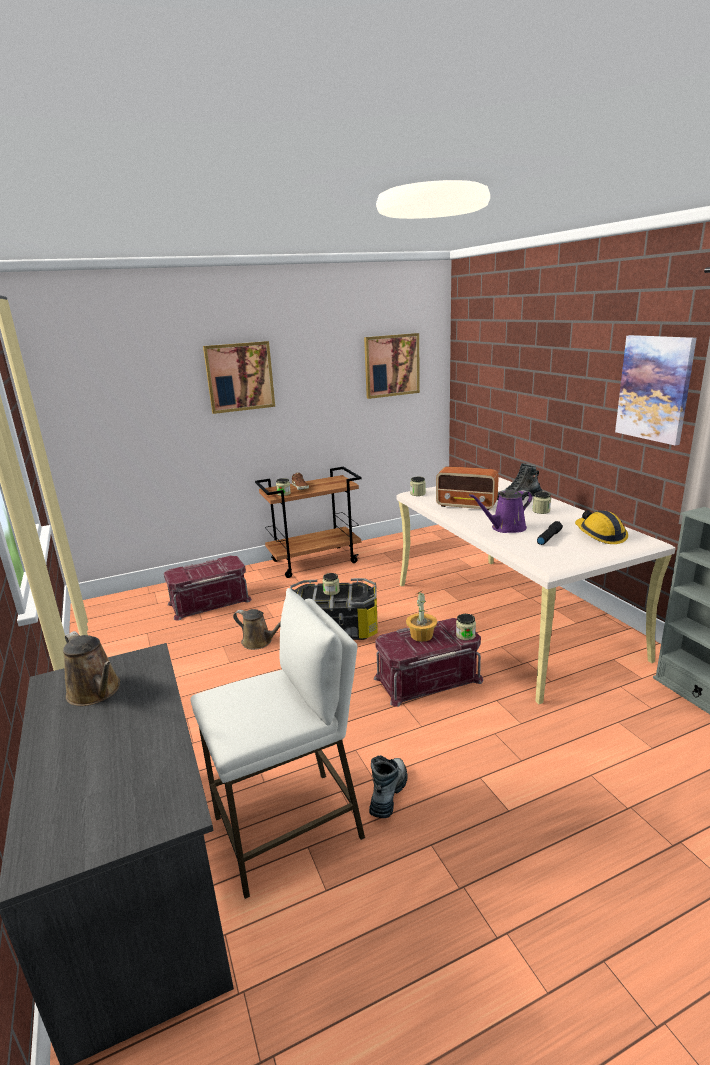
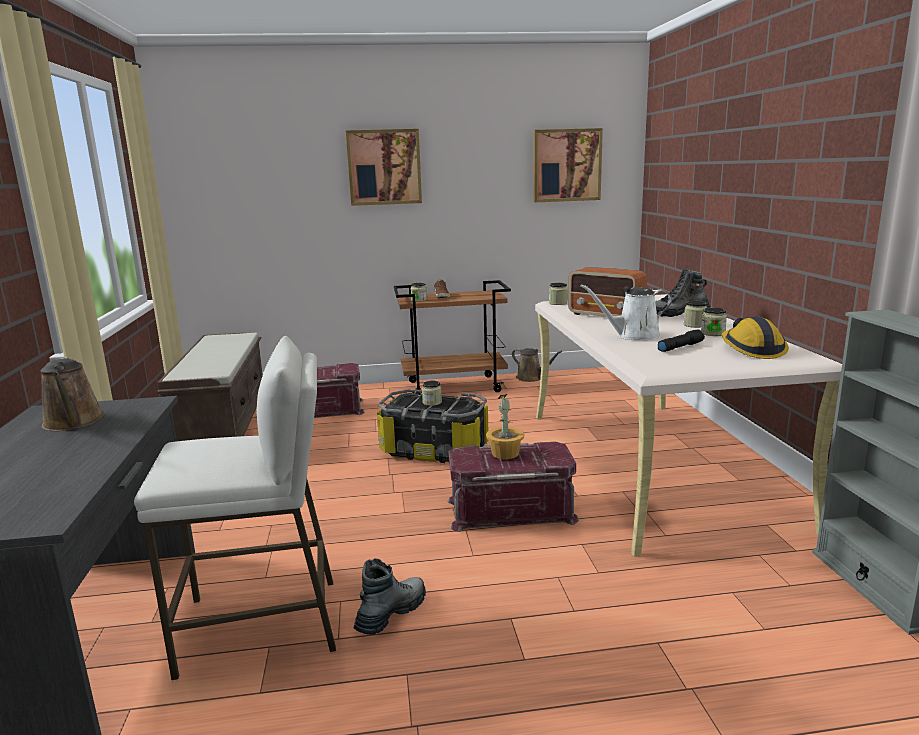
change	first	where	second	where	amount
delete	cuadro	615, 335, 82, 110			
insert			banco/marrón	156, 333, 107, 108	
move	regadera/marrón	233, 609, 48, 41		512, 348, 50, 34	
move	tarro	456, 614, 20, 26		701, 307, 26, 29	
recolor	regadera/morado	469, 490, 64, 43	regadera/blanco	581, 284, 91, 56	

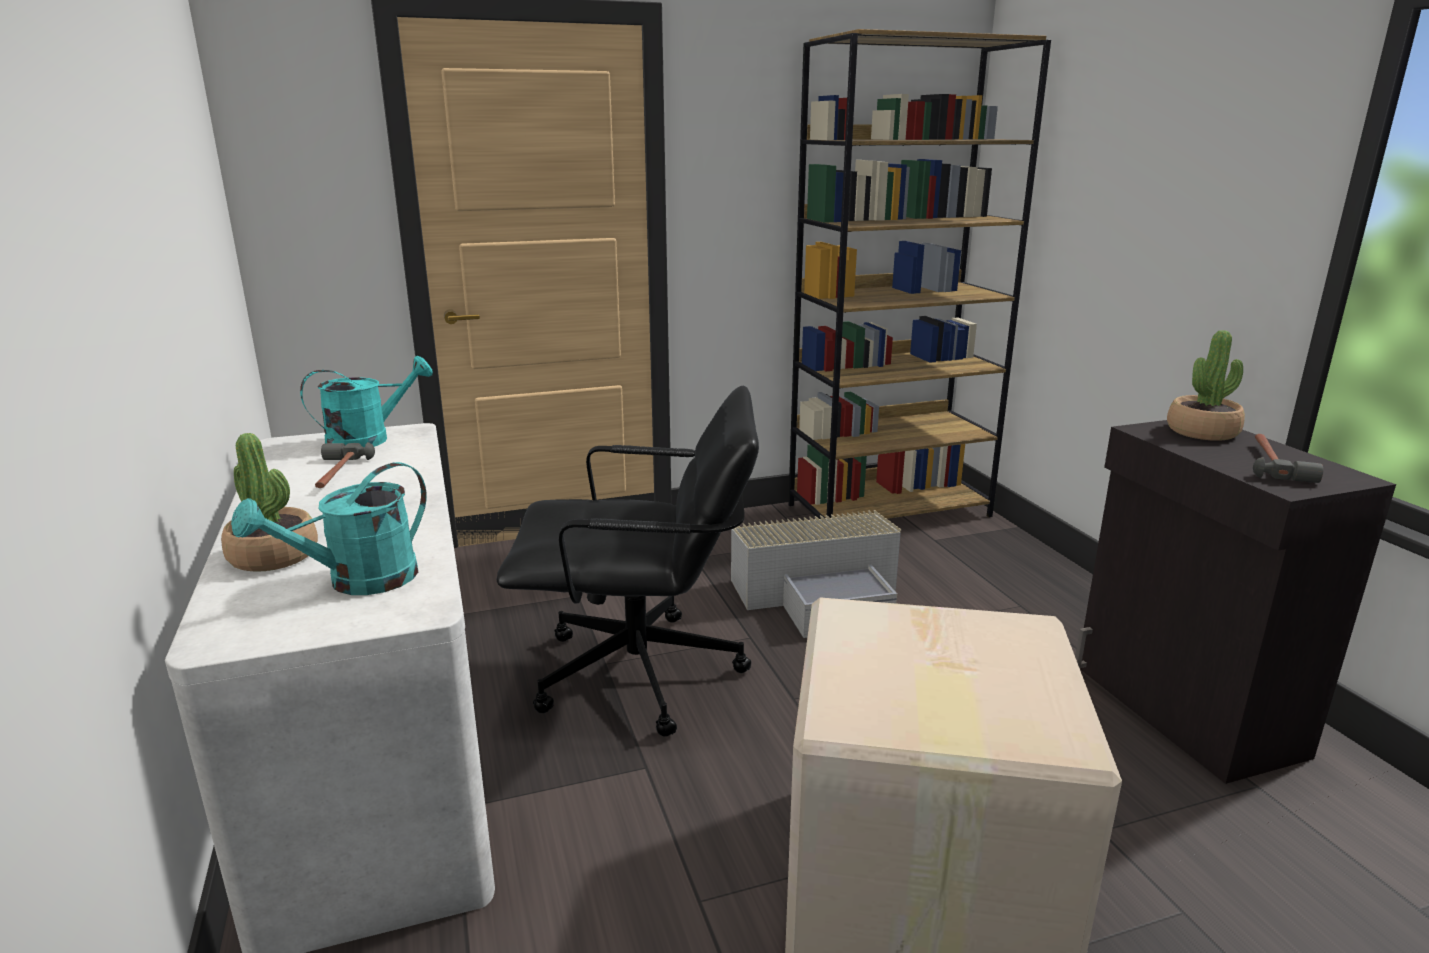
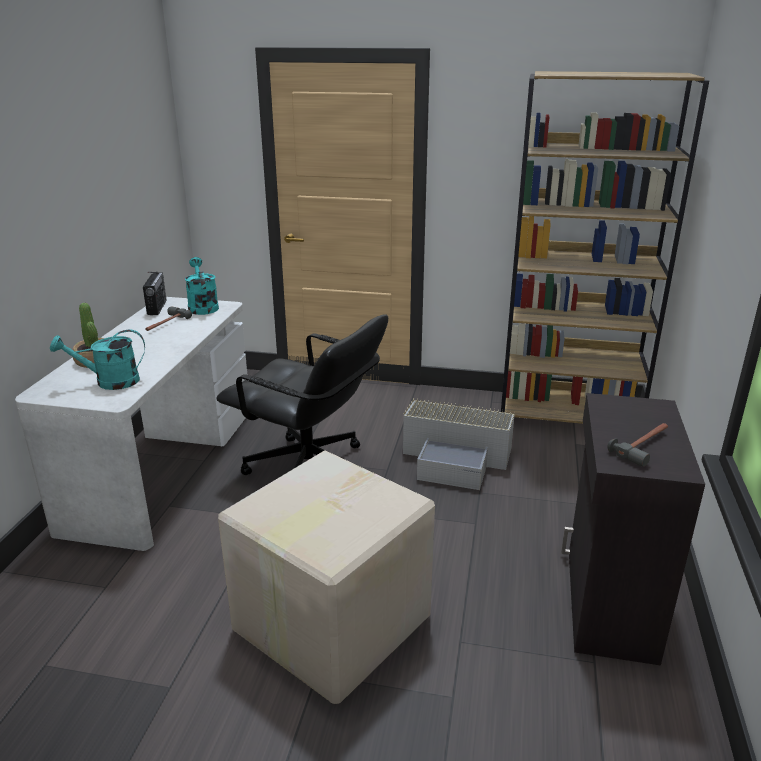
change	first	where	second	where	amount
delete	planta en maceta	1167, 330, 78, 111			
insert			radio	143, 272, 24, 43	
rotate	regadera/turquesa	300, 356, 133, 91		185, 257, 34, 58	105 degrees counterclockwise

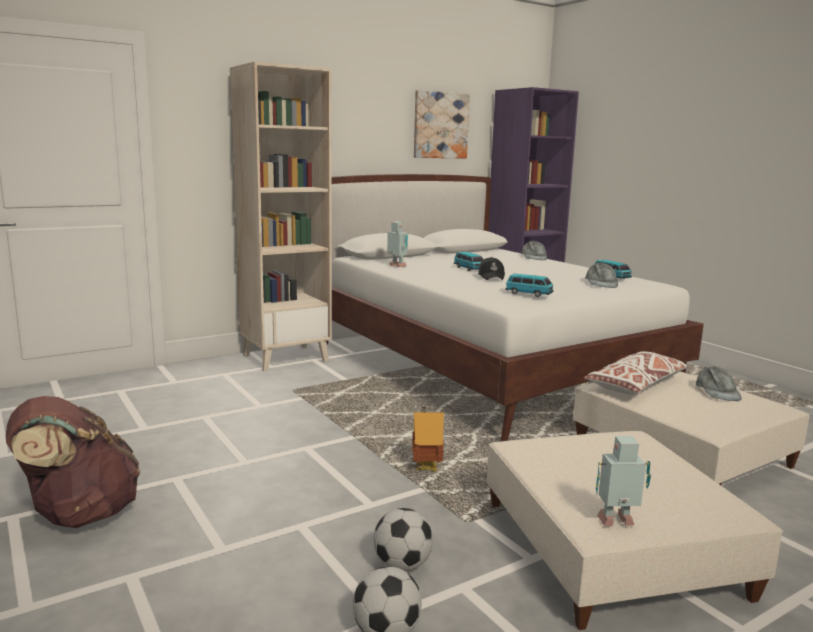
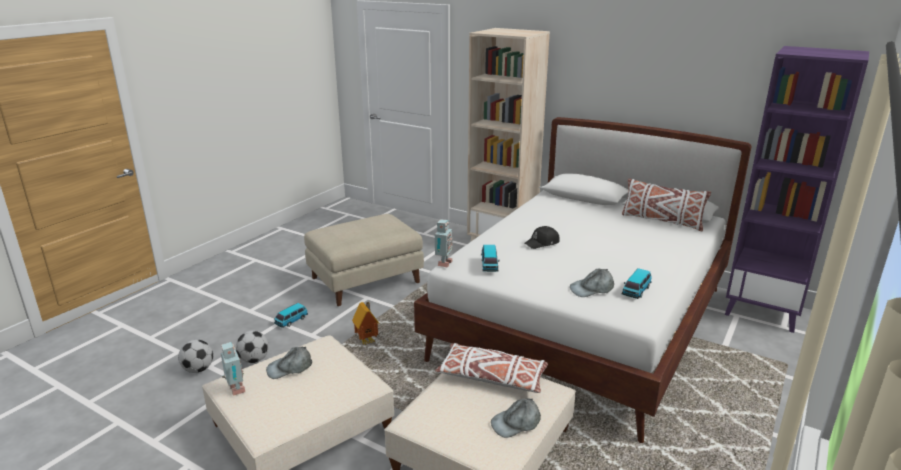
change	first	where	second	where	amount
delete	mochila/marrón	6, 396, 135, 132			
delete	cuadro	414, 90, 56, 69			
insert			puf/beis	304, 214, 120, 92	
insert			cojín/blanco	622, 179, 89, 52	
move	robot de juguete	387, 221, 21, 46		435, 219, 18, 48	
move	coche de juguete	454, 252, 30, 19		274, 303, 34, 25	
move	gorra/gris	521, 241, 26, 19		266, 347, 46, 32	

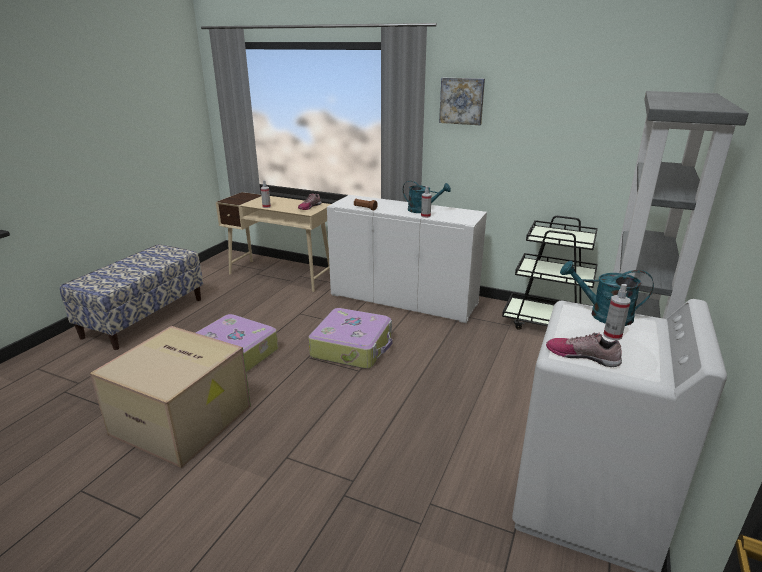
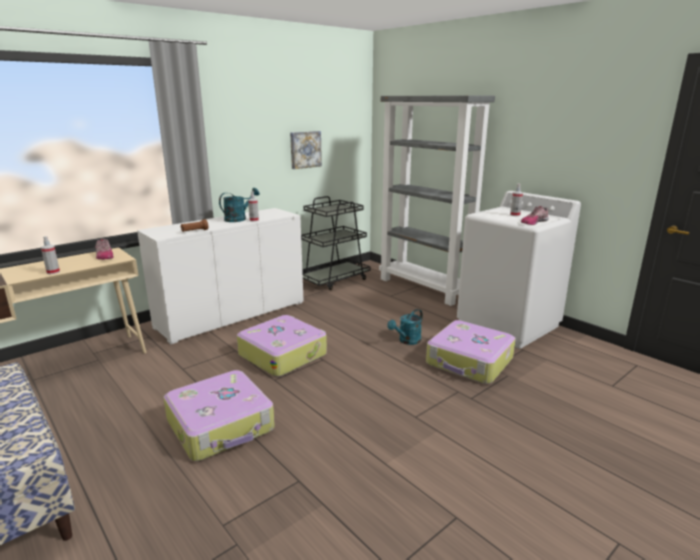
change	first	where	second	where	amount
delete	caja de cartón	90, 326, 161, 142			
insert			maleta	426, 320, 90, 64	
move	cuadro	439, 78, 46, 47		290, 131, 32, 38	
move	regadera/turquesa	560, 261, 94, 65		387, 309, 36, 36	

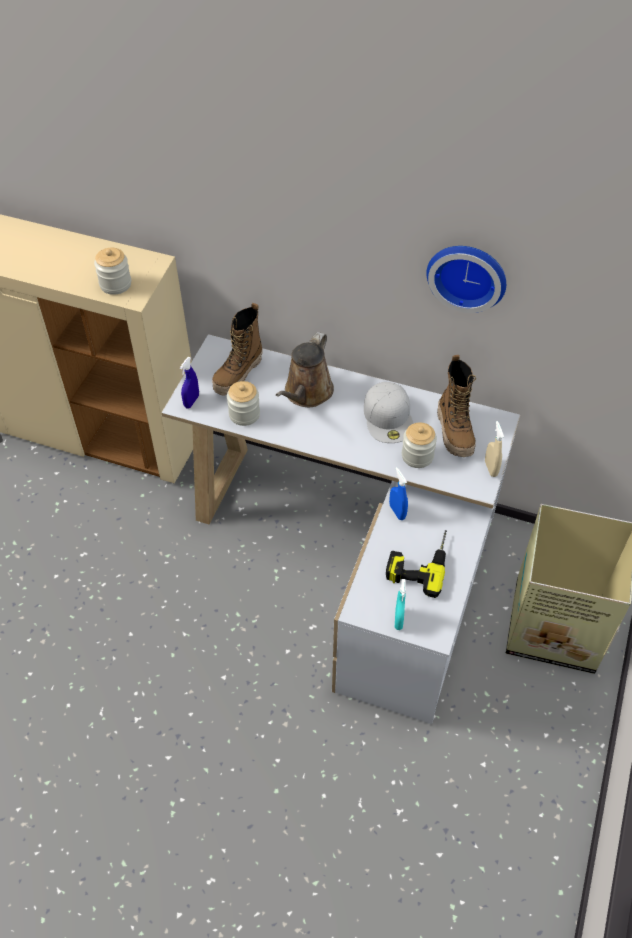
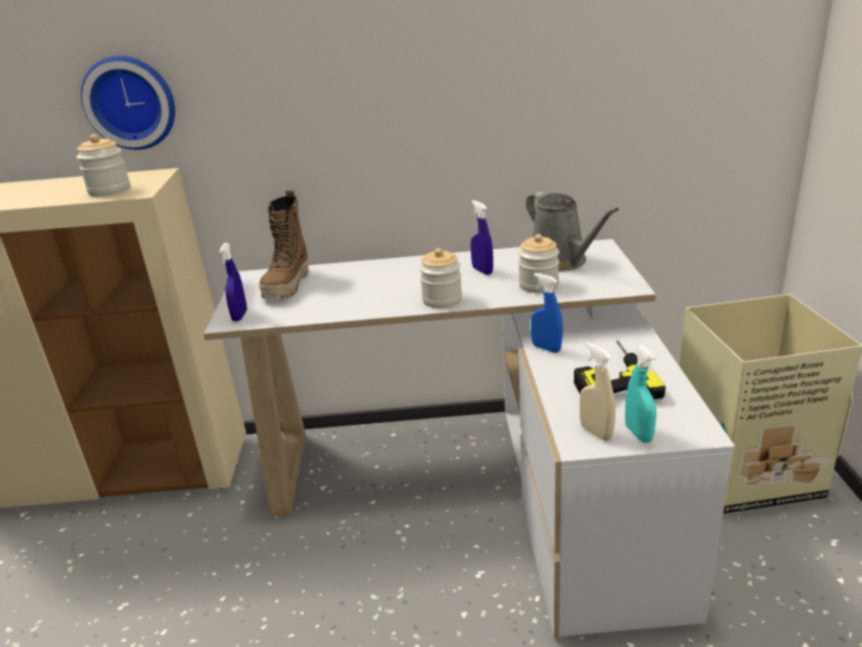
change	first	where	second	where	amount
delete	regadera/marrón	276, 332, 58, 75			
move	tarro	227, 381, 33, 45		419, 248, 43, 60	
move	reloj de pared	426, 246, 80, 67		81, 56, 94, 94	
move	pulverizador/beis	485, 421, 19, 56		580, 342, 36, 99	
replace	gorra/blanco	364, 382, 50, 61	pulverizador/azul	471, 200, 22, 75	
replace	bota	437, 355, 39, 102	regadera/gris	526, 192, 93, 80	

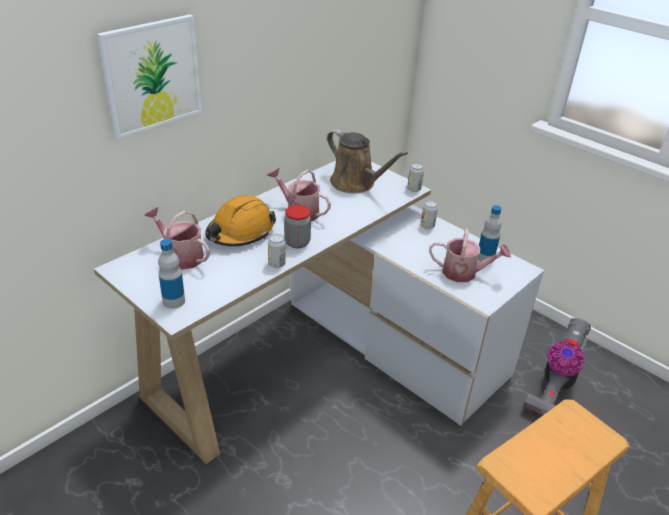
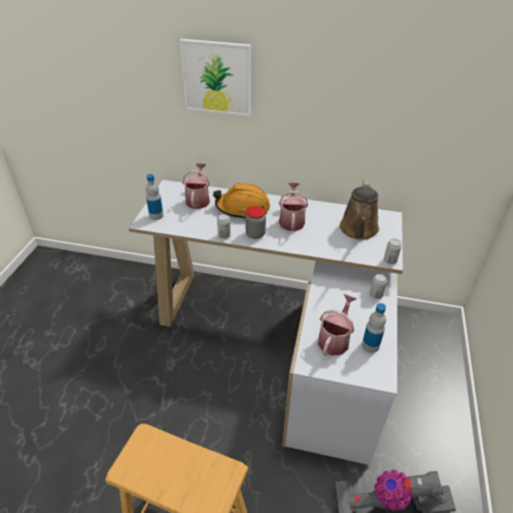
change	first	where	second	where	amount
rotate	regadera	429, 228, 82, 54		318, 294, 39, 62	135 degrees counterclockwise

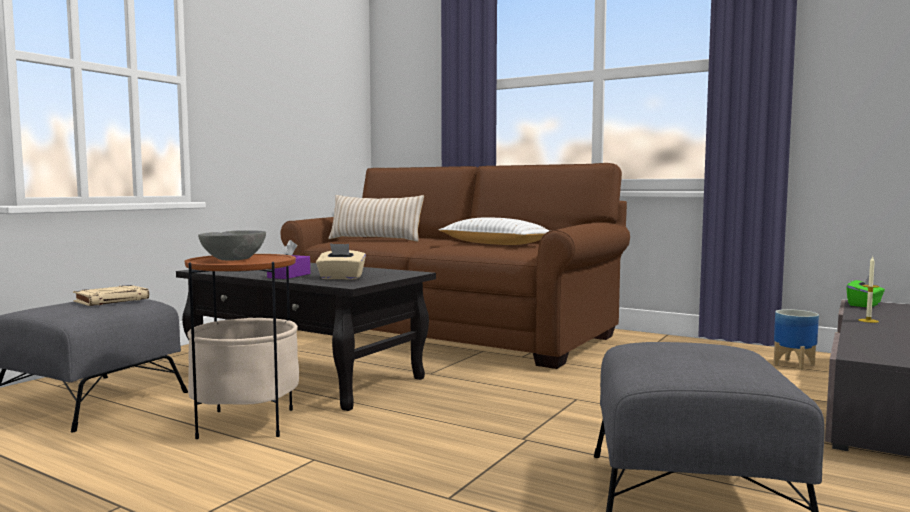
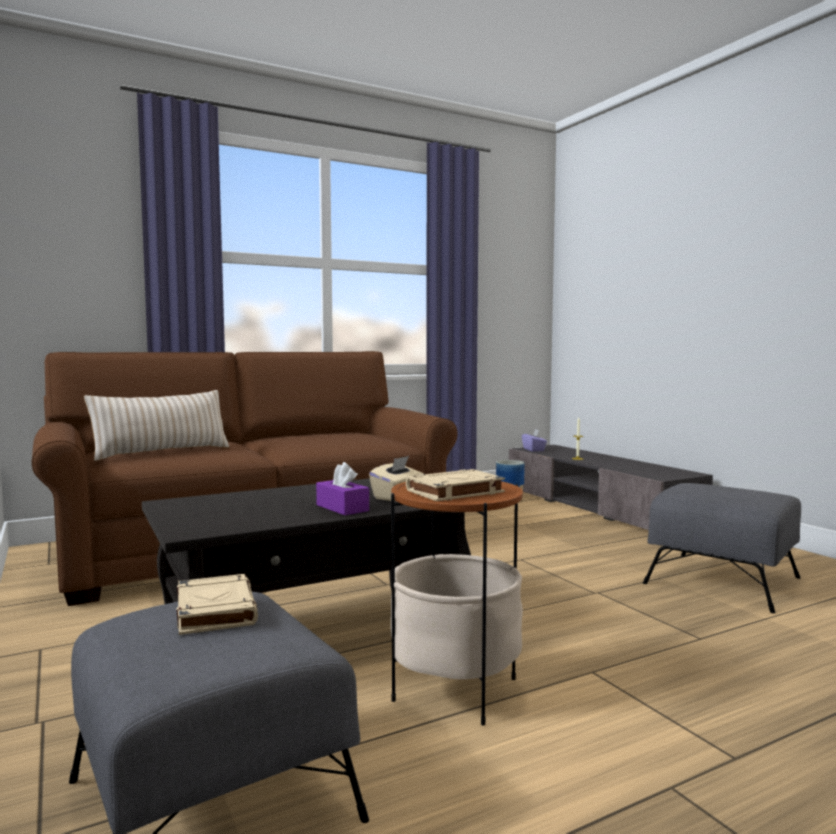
change	first	where	second	where	amount
delete	cojín/blanco	439, 217, 111, 28			
replace	cuenco/gris	198, 230, 68, 30	libro/beis	406, 469, 99, 32	
recolor	caja de pañuelos/verde	846, 276, 39, 31	caja de pañuelos/morado	522, 429, 25, 23	

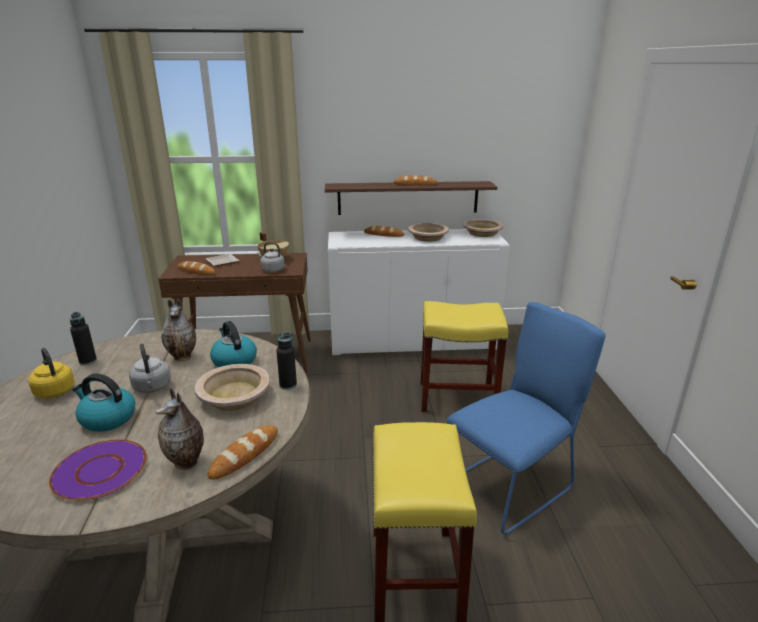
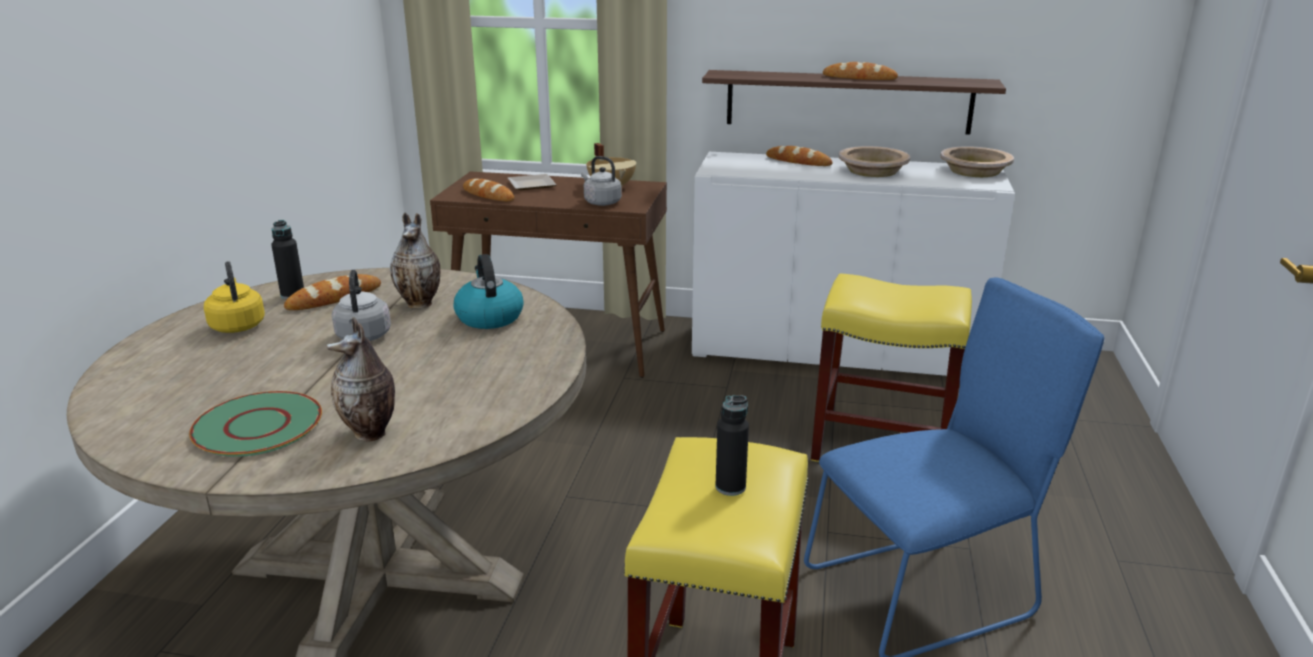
change	first	where	second	where	amount
delete	hervidor	72, 373, 63, 59			
delete	cuenco/beis	195, 364, 75, 47			
move	pan	207, 425, 71, 55		284, 274, 97, 36	
move	botella/negro	276, 332, 21, 58		715, 395, 34, 101	
recolor	plato/morado	49, 439, 98, 62	plato/verde	189, 391, 133, 66	

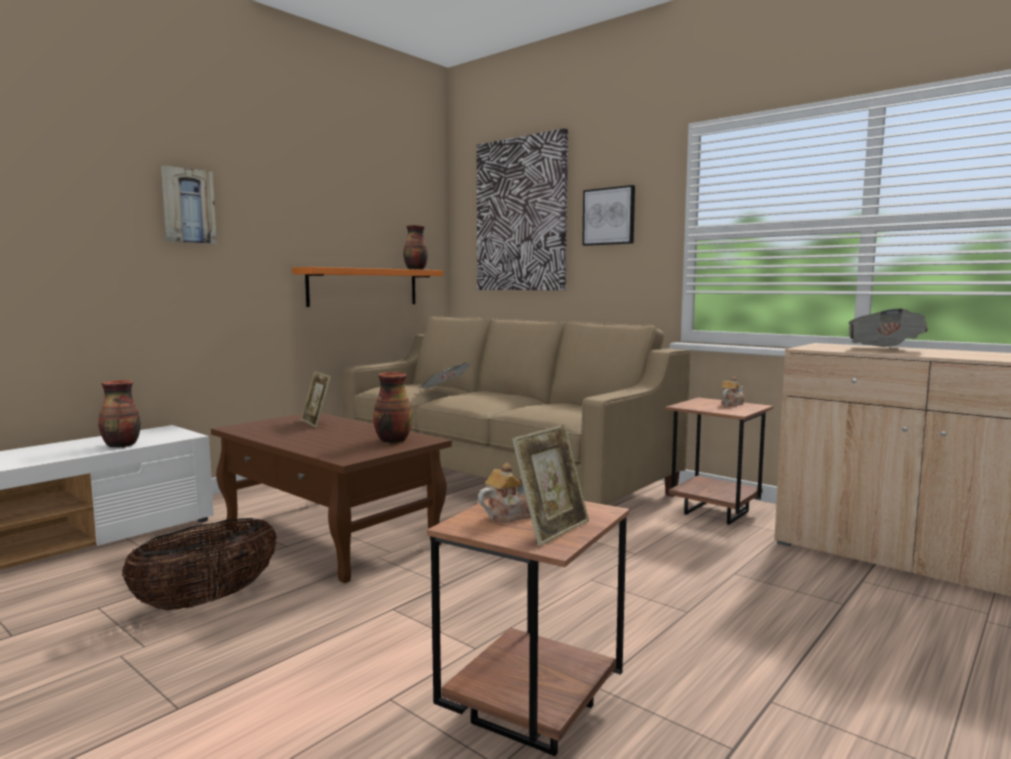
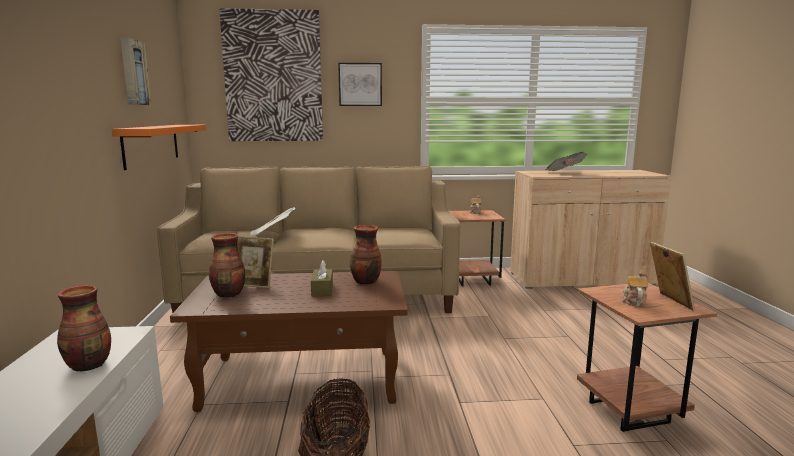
change	first	where	second	where	amount
insert			caja de pañuelos/marrón	311, 260, 22, 36	
move	cuadro	161, 165, 56, 79		120, 37, 31, 68	
move	florero	403, 225, 25, 45		209, 233, 36, 64	

